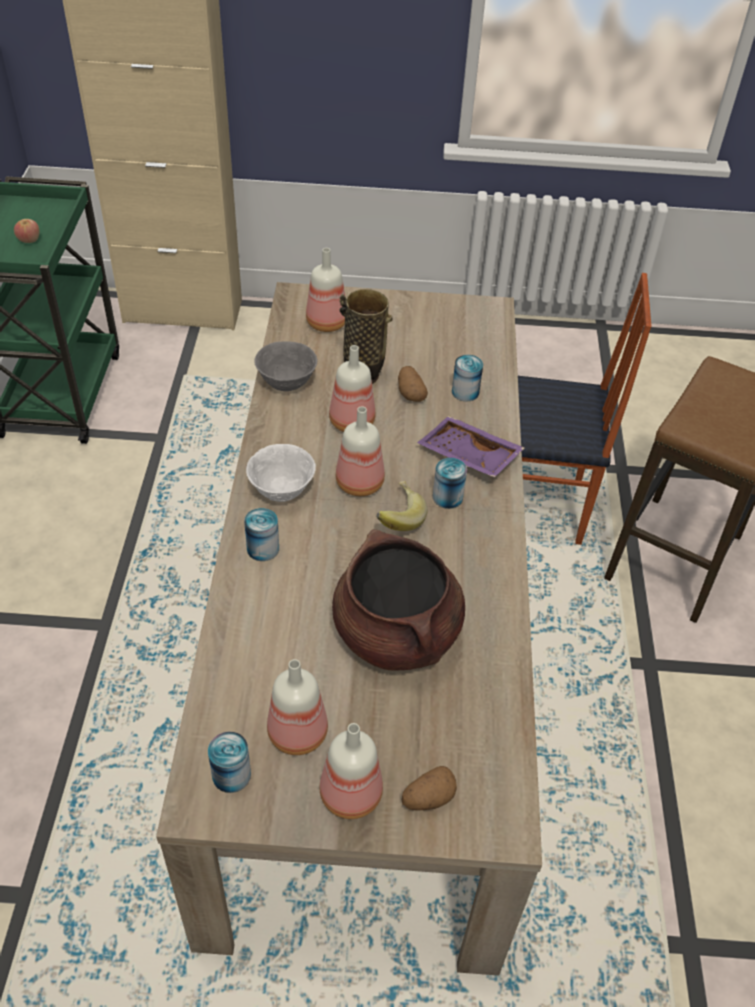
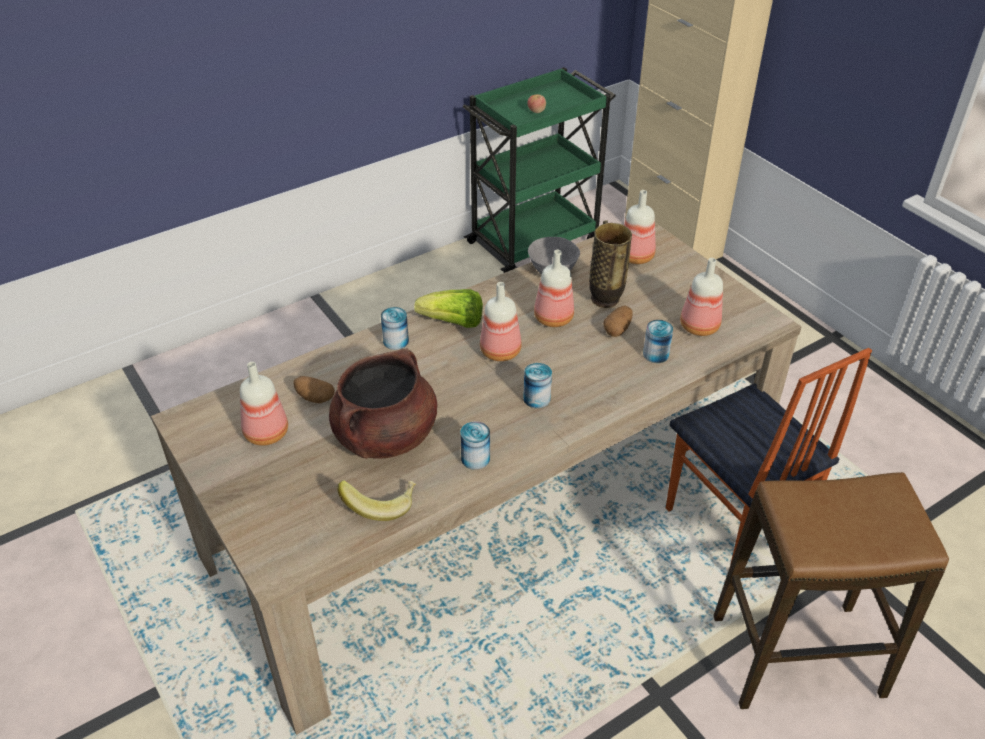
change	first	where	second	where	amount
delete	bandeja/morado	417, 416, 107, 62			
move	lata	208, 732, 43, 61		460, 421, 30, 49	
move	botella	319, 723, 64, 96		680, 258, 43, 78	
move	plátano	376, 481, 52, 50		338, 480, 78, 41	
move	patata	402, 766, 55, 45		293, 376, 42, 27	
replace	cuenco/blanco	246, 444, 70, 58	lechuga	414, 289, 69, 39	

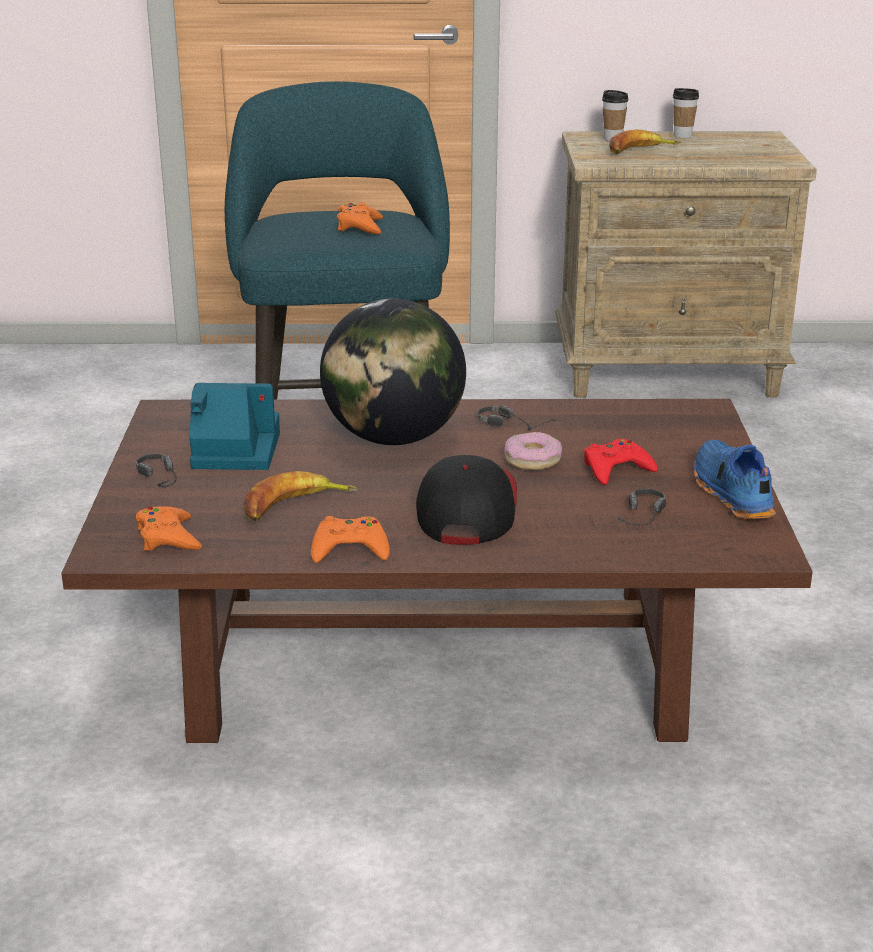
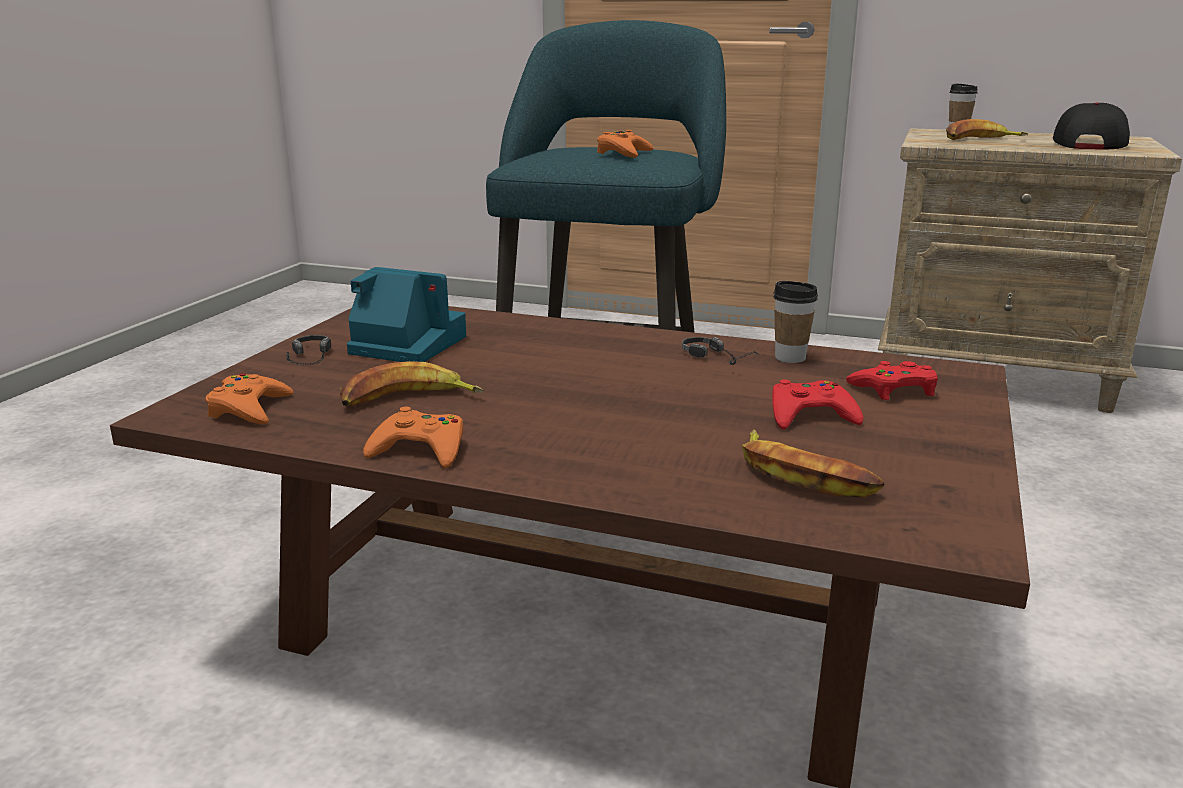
change	first	where	second	where	amount
delete	globo terráqueo	320, 299, 146, 146			
delete	rosquilla	504, 432, 58, 38			
delete	zapato/azul	694, 440, 82, 79			
insert			mando de consola/rojo	846, 361, 92, 39	
move	gorra	416, 455, 101, 90		1053, 103, 77, 47	
move	taza	673, 88, 26, 50		773, 281, 45, 82	
replace	auriculares	617, 489, 49, 37	plátano	742, 430, 143, 68	

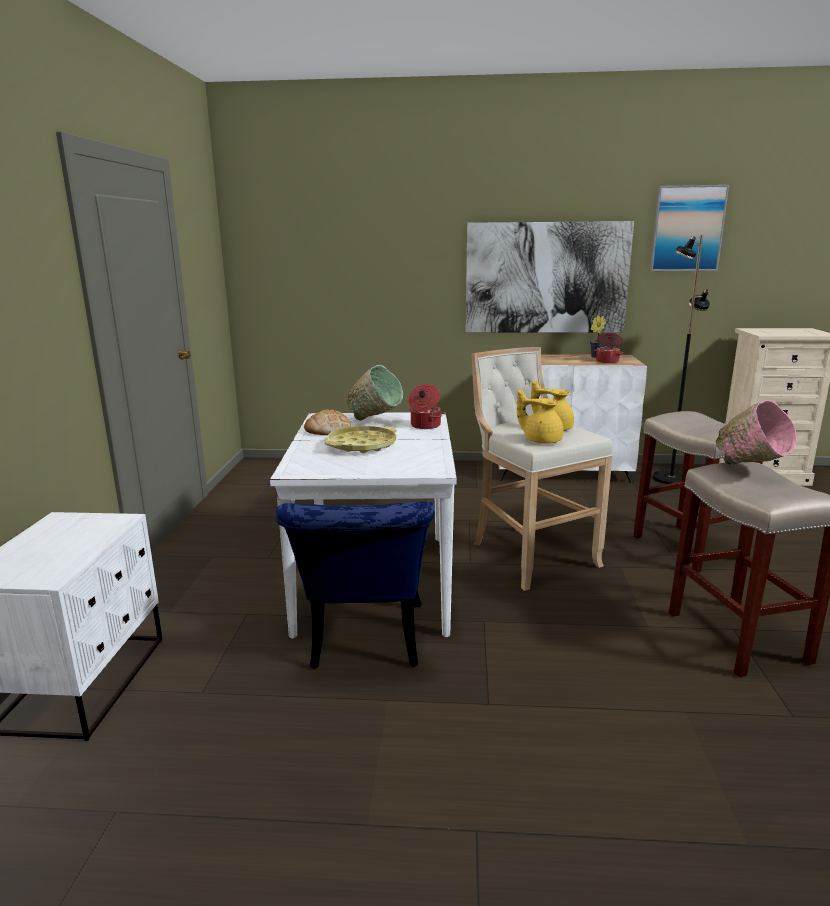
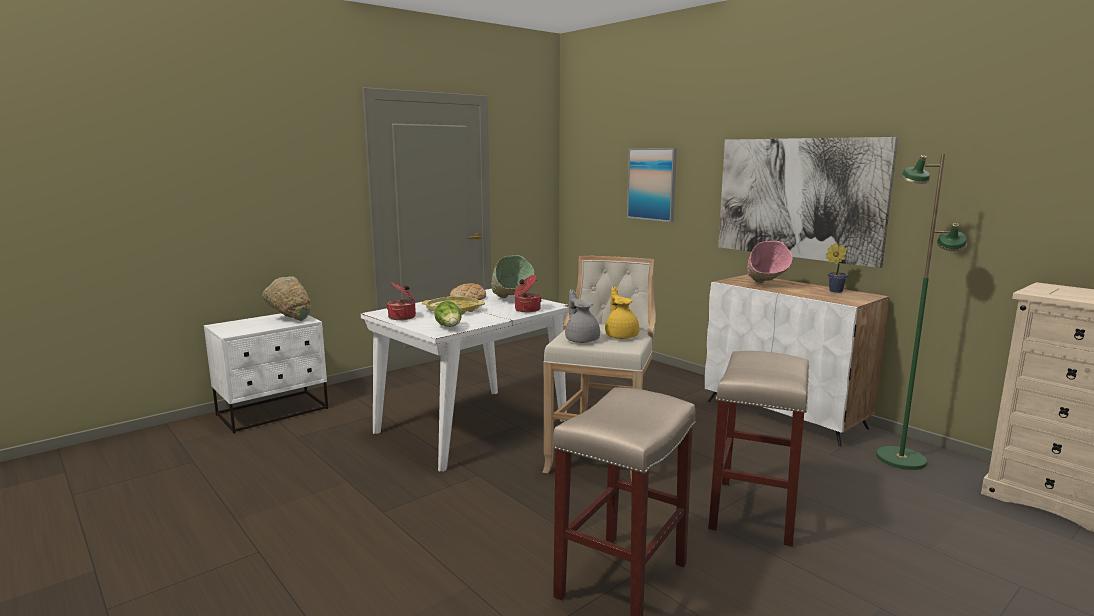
change	first	where	second	where	amount
delete	silla/azul	275, 501, 159, 168			
insert			cuenco/verde	262, 276, 49, 45	
insert			lechuga	434, 301, 28, 26	
move	olla	594, 332, 30, 31		386, 282, 30, 38	
move	cuadro	650, 185, 79, 86		627, 148, 50, 74	
move	cuenco/rosa	716, 400, 81, 65		747, 241, 45, 42	
recolor	tetera/amarillo	517, 389, 47, 55	tetera/gris	565, 289, 35, 54	
recolor	lámpara de pie/negro	653, 235, 57, 249	lámpara de pie/verde	876, 154, 91, 316	

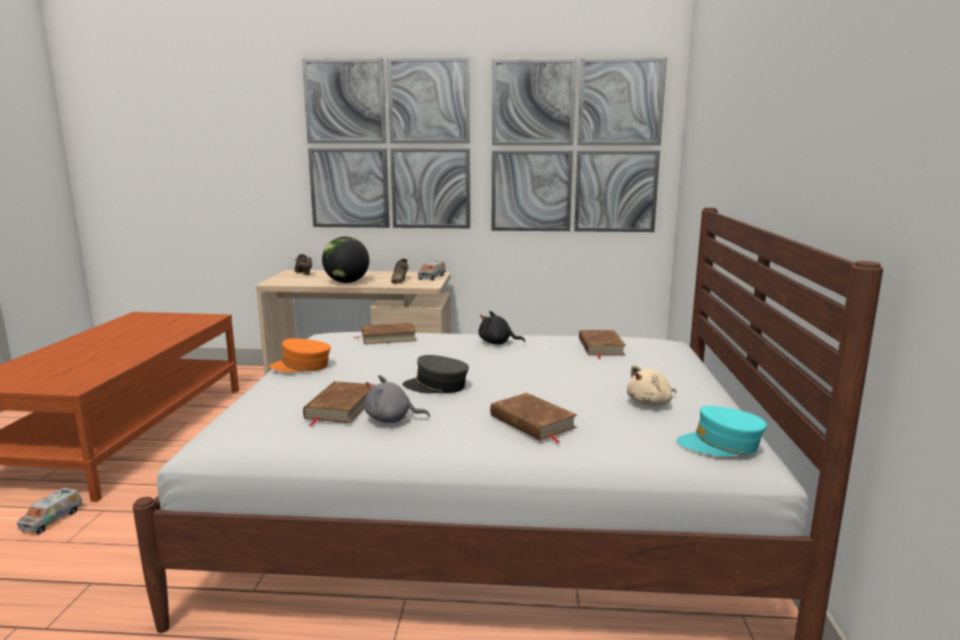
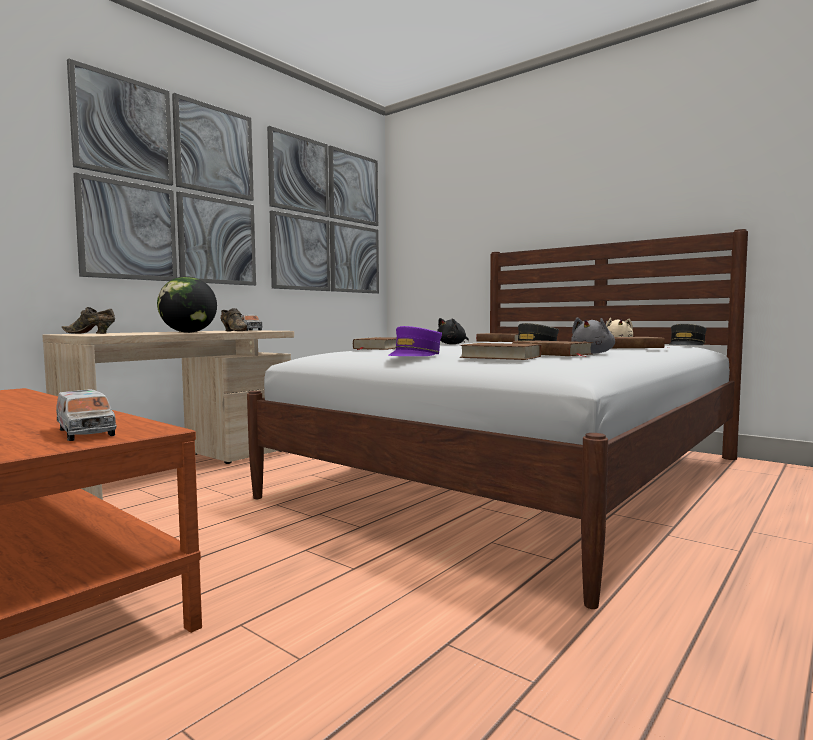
change	first	where	second	where	amount
insert			libro/marrón	460, 343, 81, 17	
move	camión de juguete	17, 488, 66, 47		56, 389, 61, 52	
recolor	gorra/naranja	269, 338, 62, 35	gorra/morado	388, 326, 54, 30	
recolor	gorra/turquesa	677, 406, 90, 50	gorra/gris	669, 324, 38, 21	

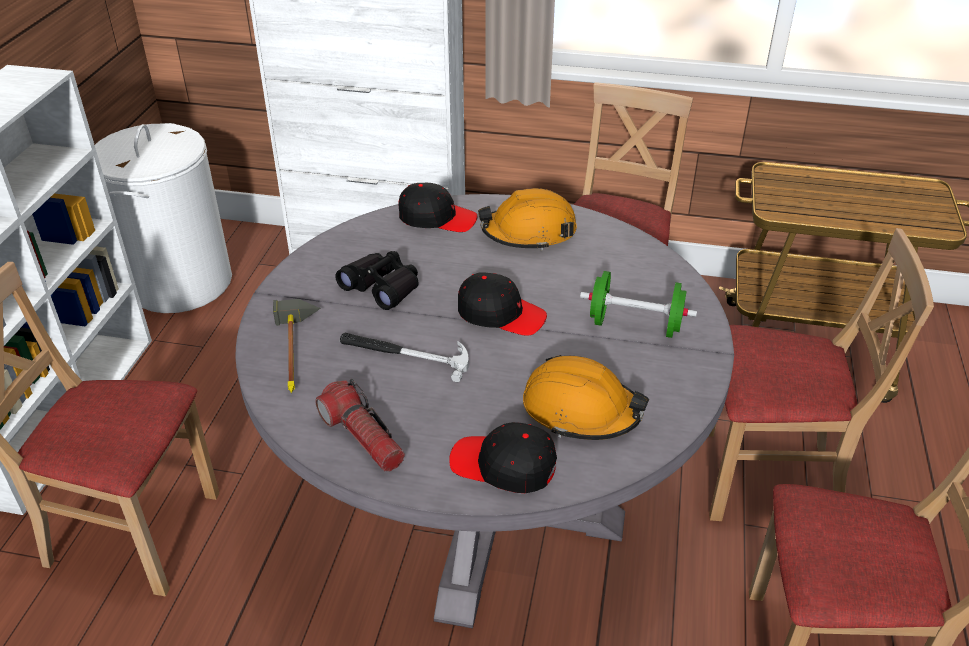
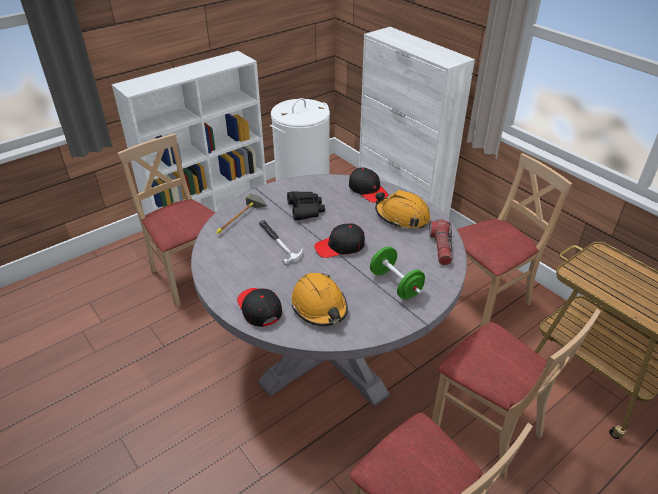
change	first	where	second	where	amount
move	linterna	316, 379, 89, 93		429, 219, 23, 46	
rotate	gorra/negro	458, 272, 89, 63		314, 223, 51, 35	105 degrees clockwise

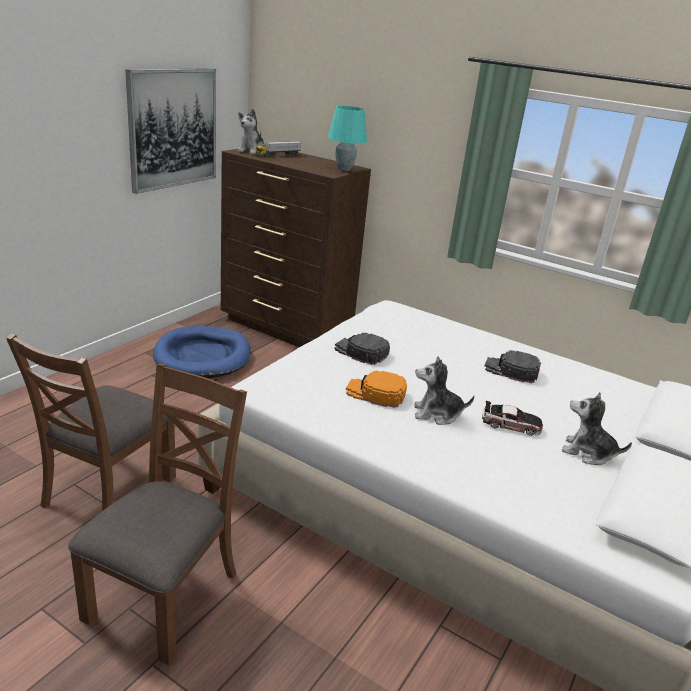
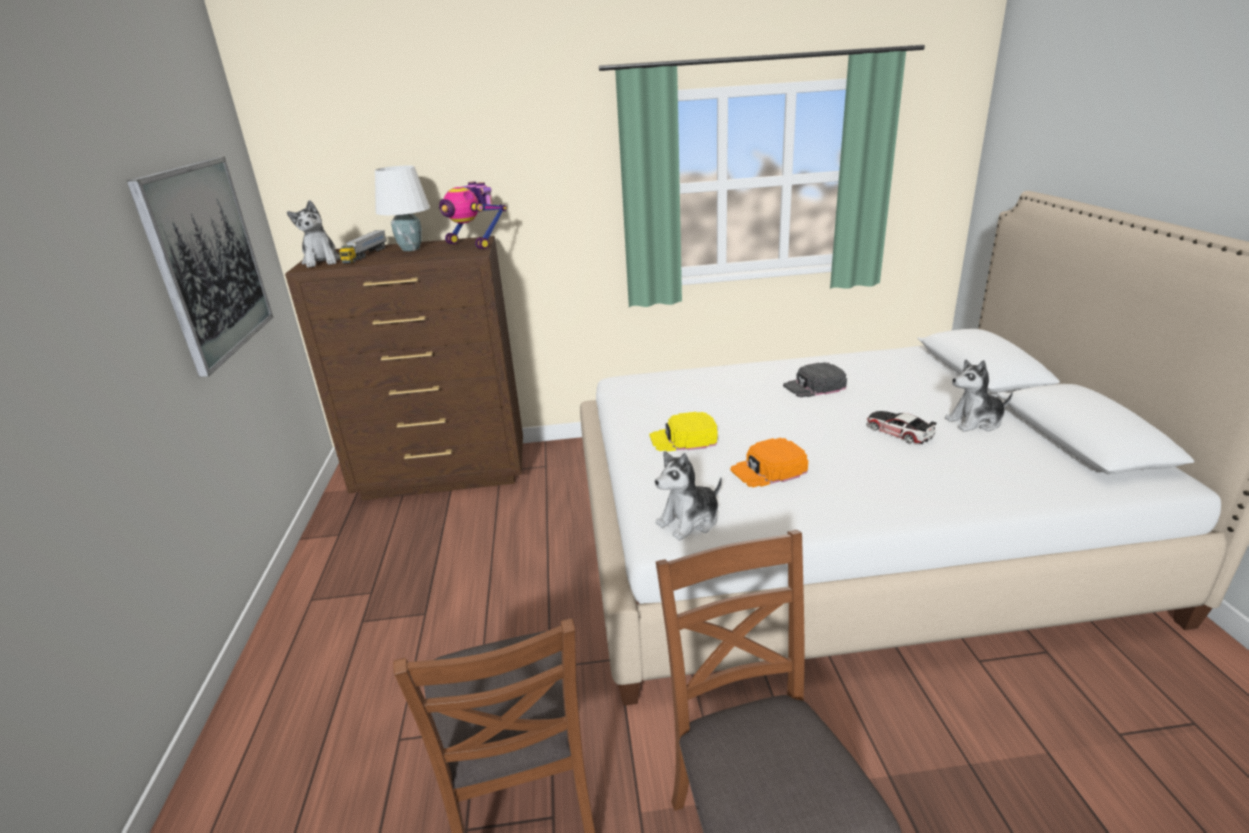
change	first	where	second	where	amount
delete	cama para perro/azul	153, 326, 98, 53			
insert			lámpara de mesa/blanco	375, 165, 55, 86	
move	peluche	414, 356, 60, 69		655, 451, 67, 89	
replace	lámpara de mesa/turquesa	328, 106, 39, 65	robot de juguete	439, 181, 68, 68	
recolor	gorra/negro	334, 332, 56, 33	gorra/amarillo	649, 412, 69, 39	
rotate	coche de juguete	482, 401, 61, 35		866, 411, 71, 33	105 degrees counterclockwise

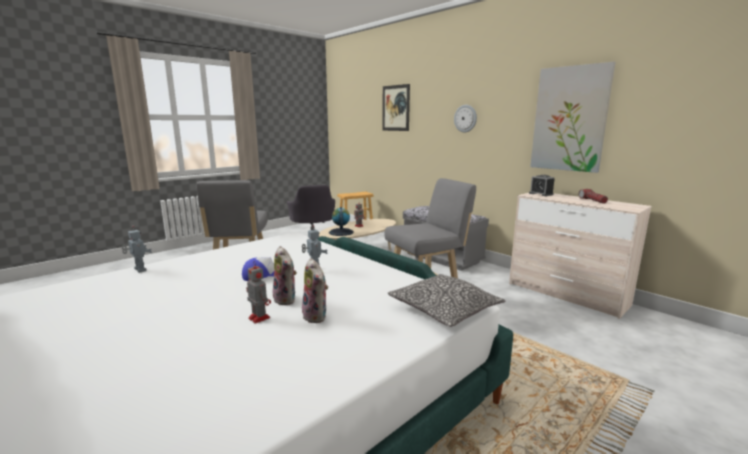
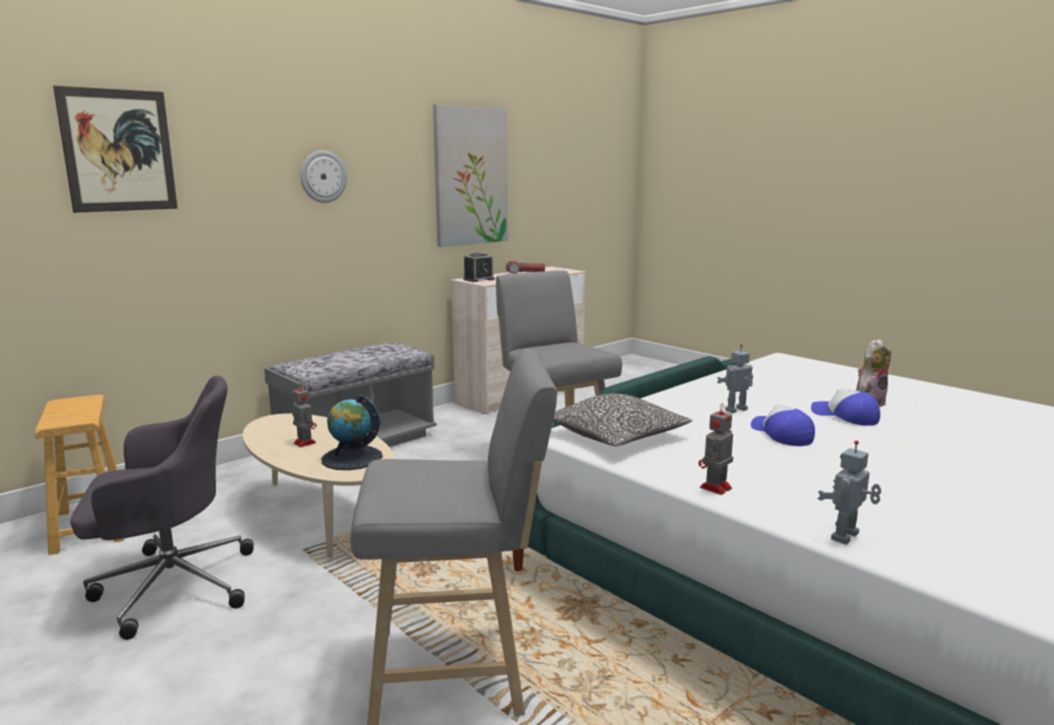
change	first	where	second	where	amount
move	robot de juguete	246, 263, 25, 61		699, 403, 34, 92	
move	cojín	388, 274, 118, 53		553, 394, 139, 52	
replace	peluche	273, 246, 24, 59	gorra	811, 389, 69, 37	

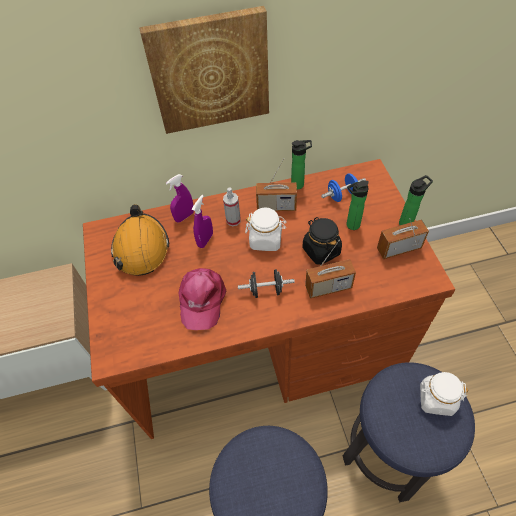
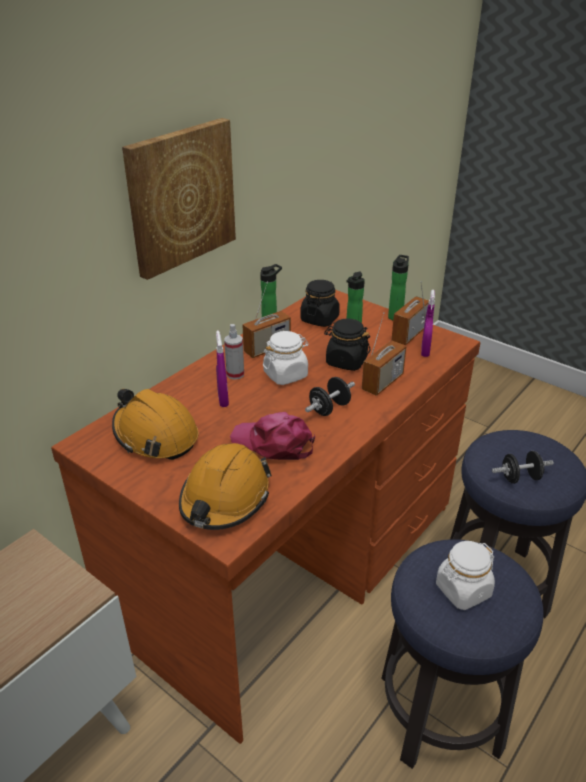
change	first	where	second	where	amount
insert			casco/naranja	179, 443, 93, 87	
insert			mancuerna/negro	492, 451, 62, 33	
move	pulverizador/morado	166, 174, 28, 48		421, 290, 14, 67	
move	tarro/blanco	420, 372, 48, 44		436, 541, 59, 69	
replace	mancuerna/azul	321, 173, 45, 29	tarro/negro	300, 280, 40, 47	
rotate	gorra/rosa	179, 268, 47, 62		230, 412, 85, 48	150 degrees clockwise

